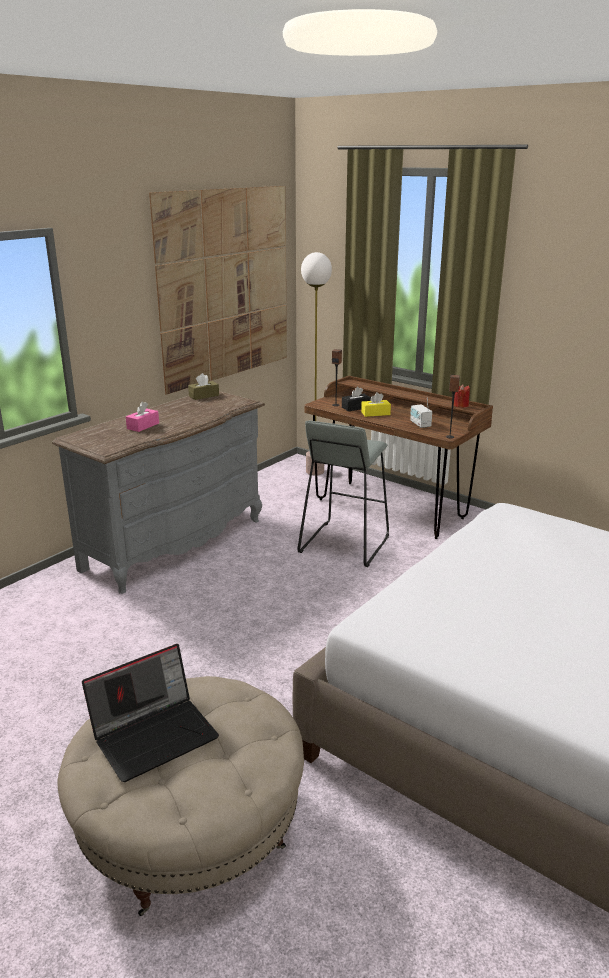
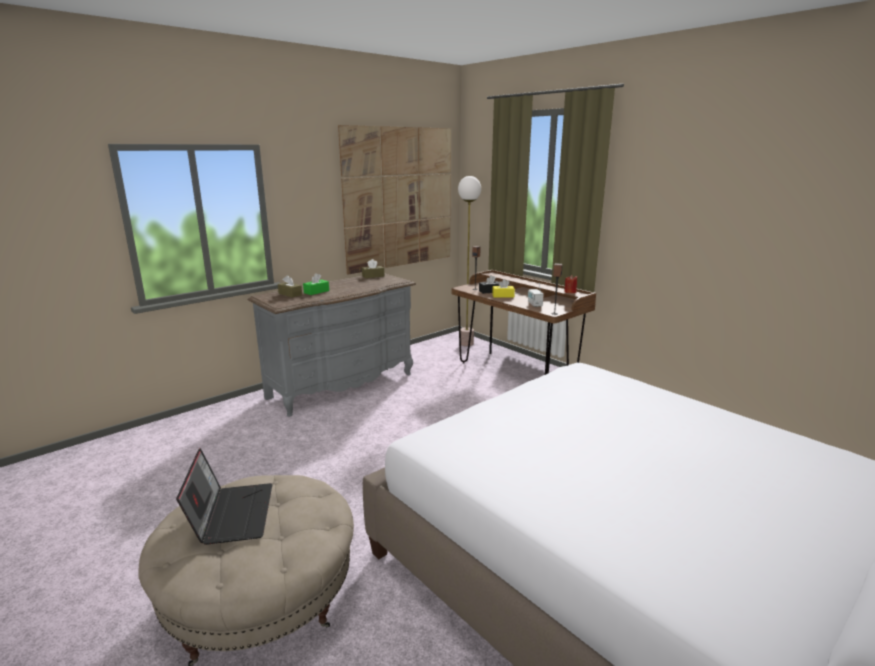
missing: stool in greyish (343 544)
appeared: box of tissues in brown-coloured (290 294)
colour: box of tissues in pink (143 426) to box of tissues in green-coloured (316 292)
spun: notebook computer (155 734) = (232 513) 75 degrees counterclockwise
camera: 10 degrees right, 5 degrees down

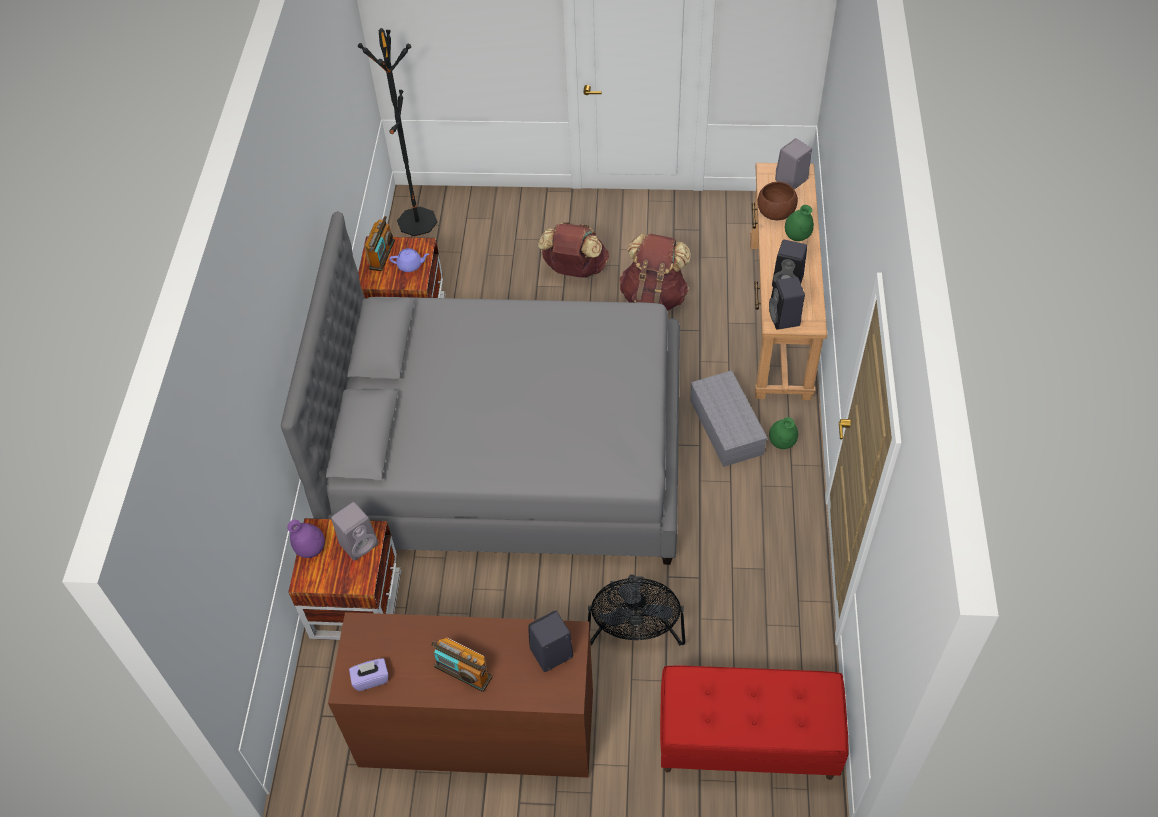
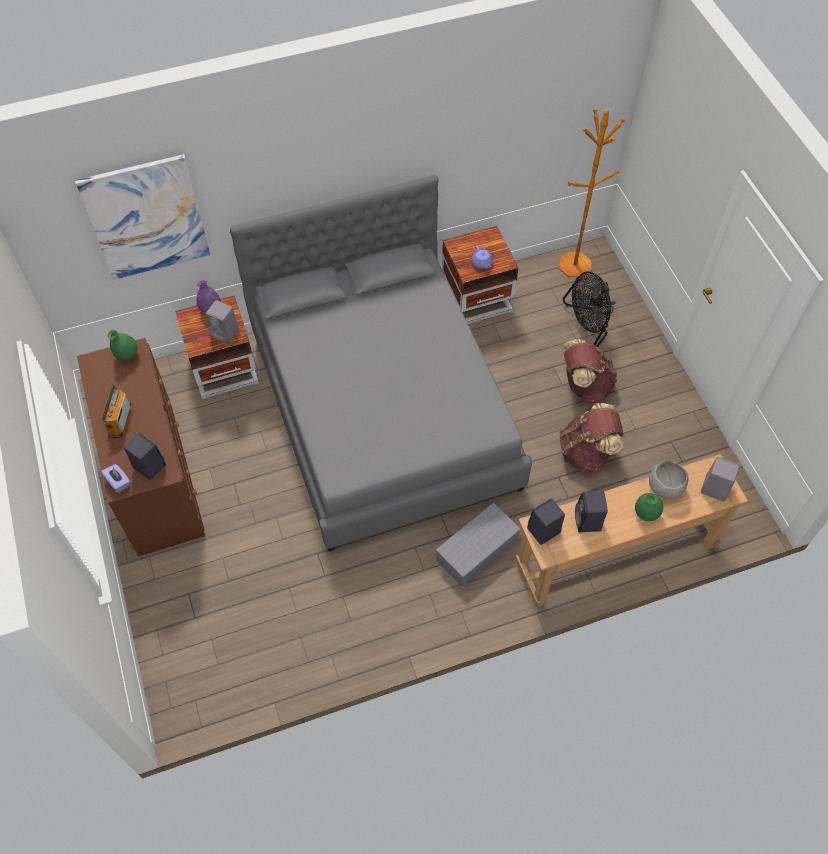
missing: radio set (382 255); bench in red-coloured (747 741)
appeared: wall art (146 218)
relocated: box of tissues in purple-coloured (371 679) to (118 482); electric fan in blackish (632 627) to (590 322); vase in green-coloured (782 443) to (127 355)
colour: clothes rack in blackish (417 221) to clothes rack in orange-coloured (575 264); deep dish in brown-coloured (776 213) to deep dish in greyish (665 488)
camera: 65 degrees right, 5 degrees up

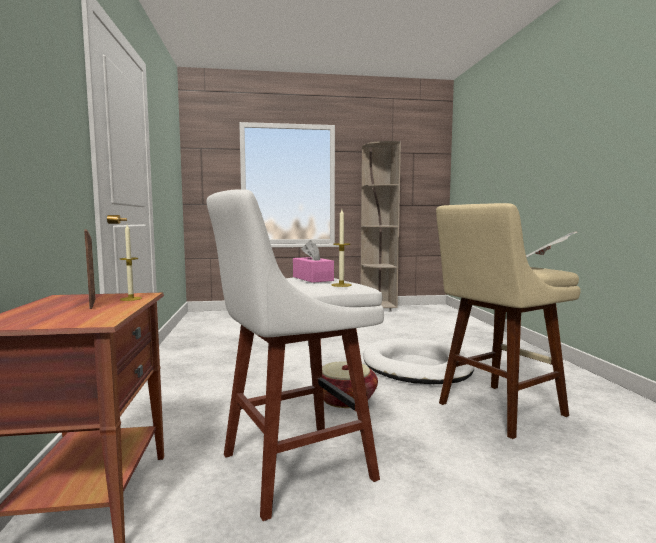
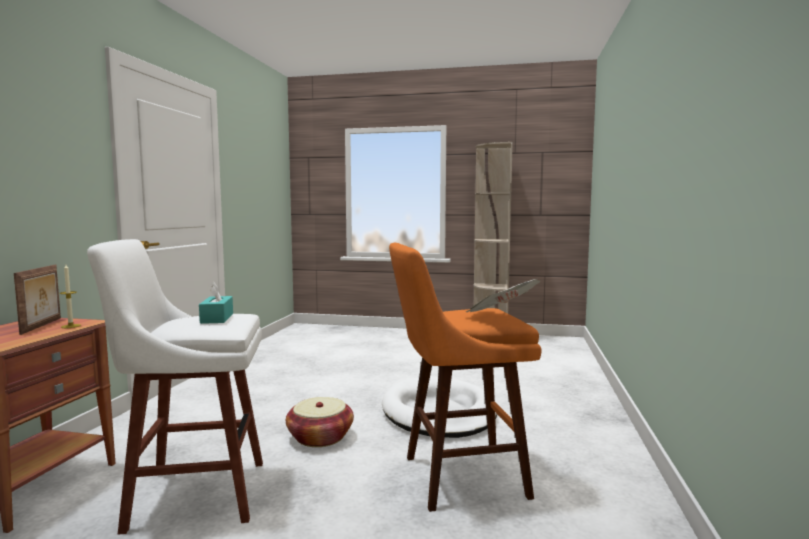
missing: wax light (341 285)
colour: box of tissues in pink (312 279) to box of tissues in blue-green (217 318); stool in beige (496 411) to stool in orange-coloured (456 477)
camera: 20 degrees right, 0 degrees up

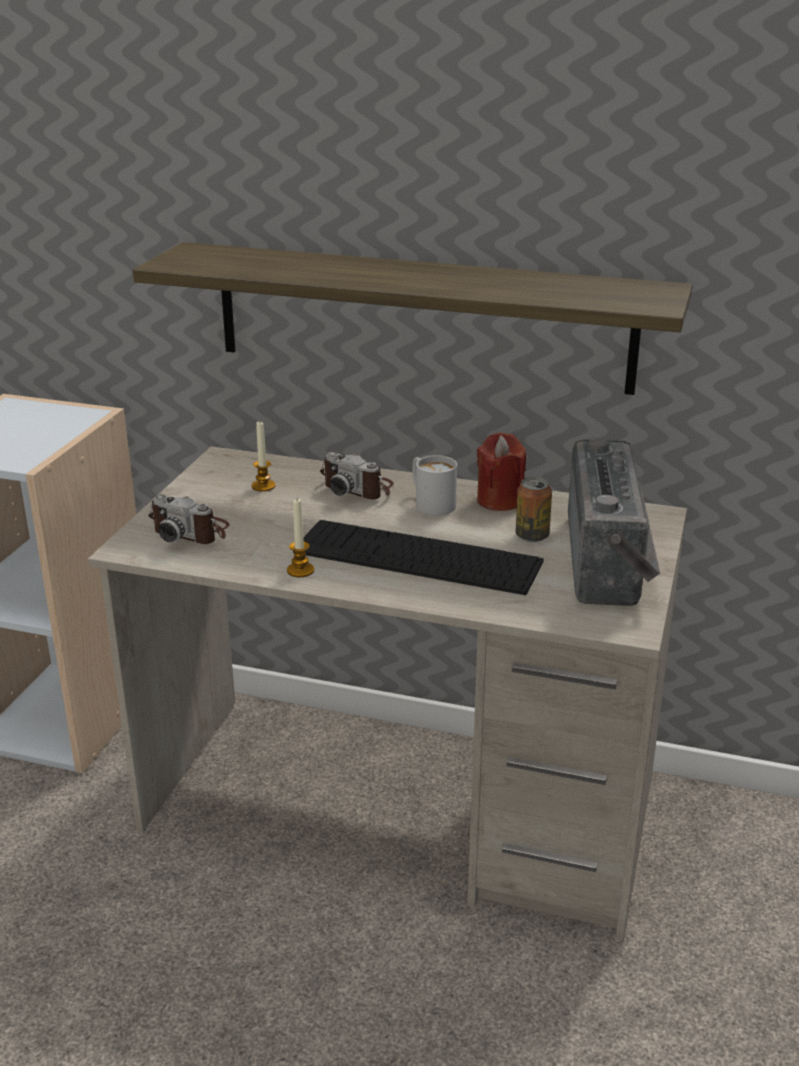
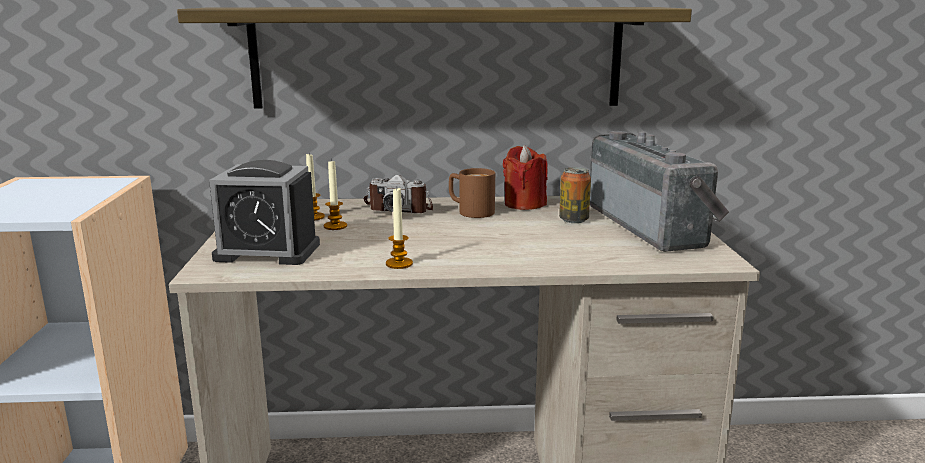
missing: PC keyboard (417 557)
appeared: wax light (335 226)
exchanged: still camera (191 531) to table clock (267 252)
colour: mug in white-coloured (430 503) to mug in brown-coloured (470 211)
camera: 20 degrees left, 10 degrees down

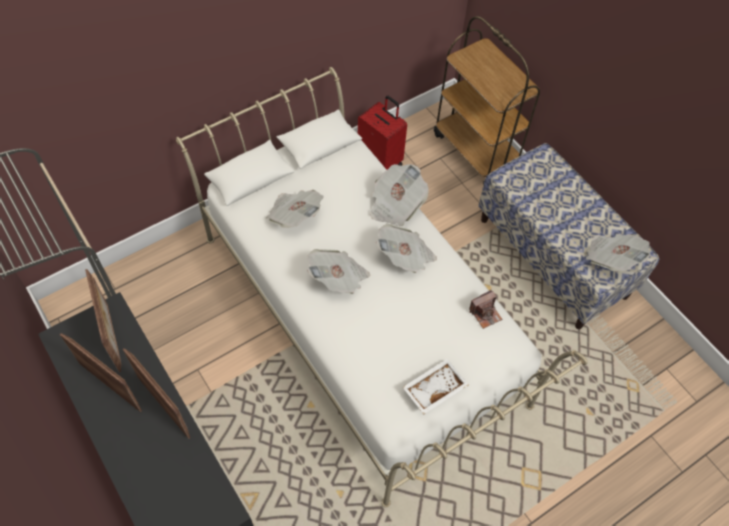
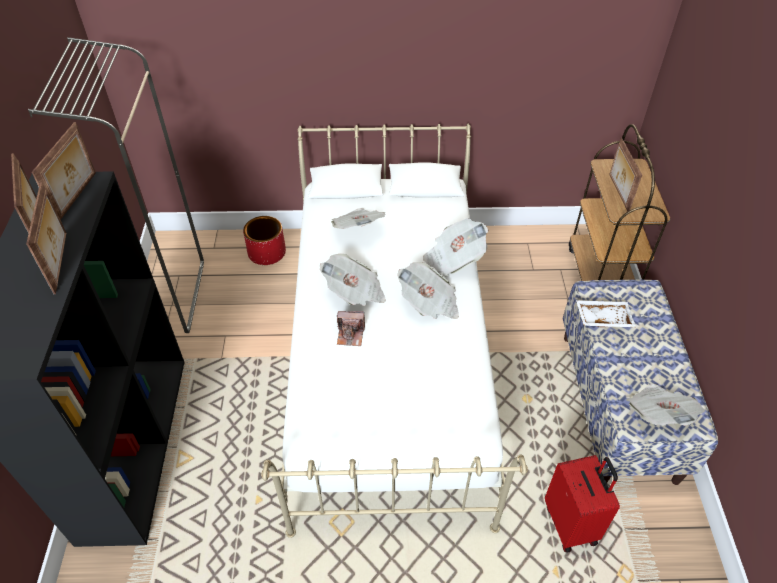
appeared: plant pot in red-coloured (267 252); photo frame (617 193)
relocated: suitcase in red-coloured (381 161) to (571 523); carrying tray in white-coloured (434 388) to (603 318); still camera (485 313) to (350 334)
camera: 35 degrees right, 10 degrees down

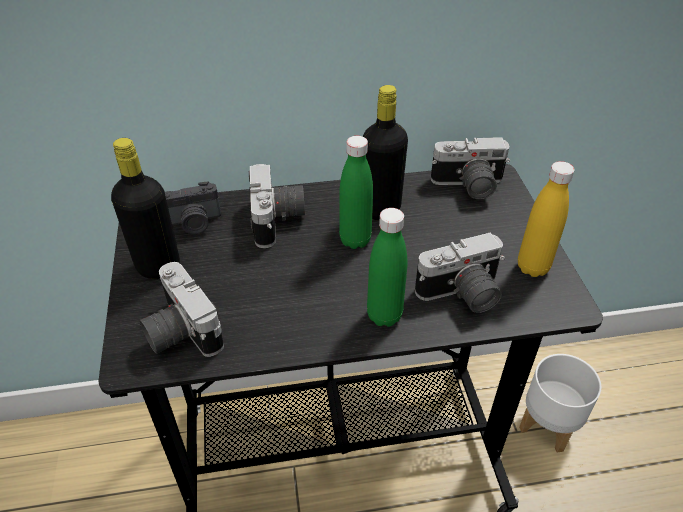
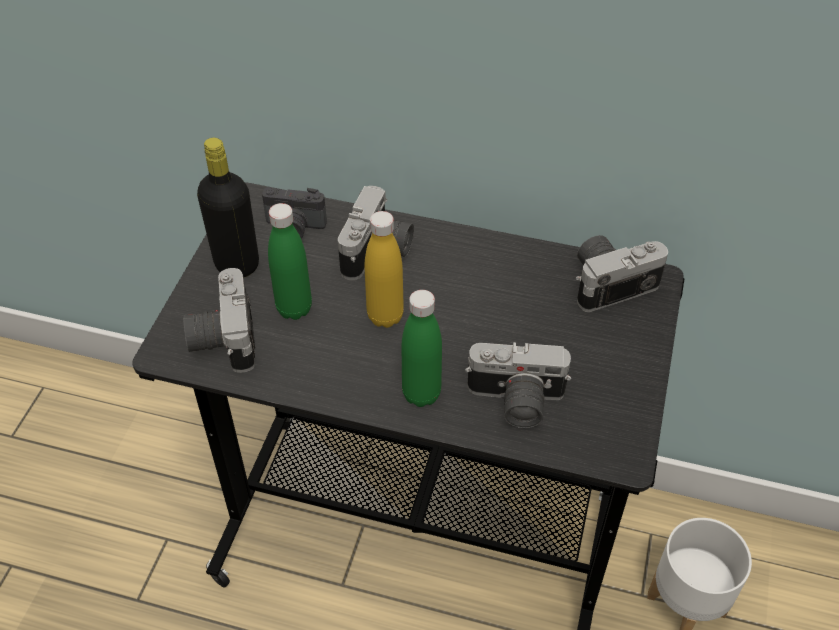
missing: drink bottle in blackish (380 209)
relocated: drink bottle in green-coloured (355 240) to (294 308); drink bottle in yellowish (532 267) to (385 316)
spun: still camera (468 186) = (610 281) 135 degrees clockwise
camera: 25 degrees right, 5 degrees up

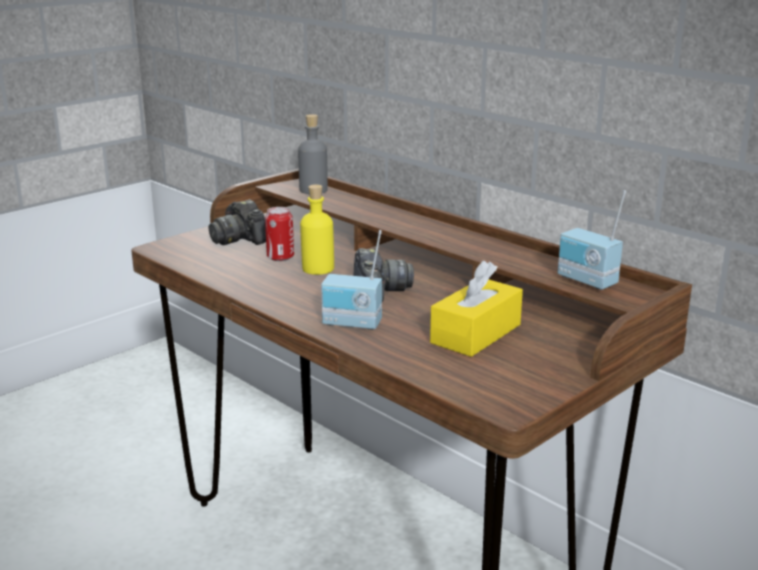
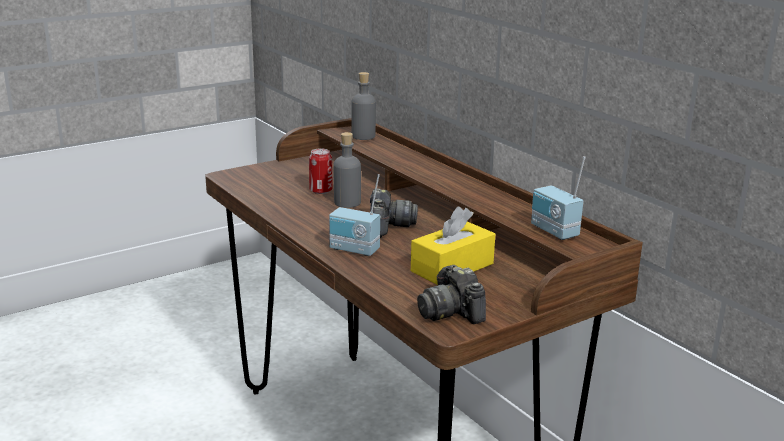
relocated: still camera (239 239) to (451 312)
colour: drink bottle in yellowish (318 268) to drink bottle in greyish (347 202)
camera: 10 degrees right, 0 degrees up

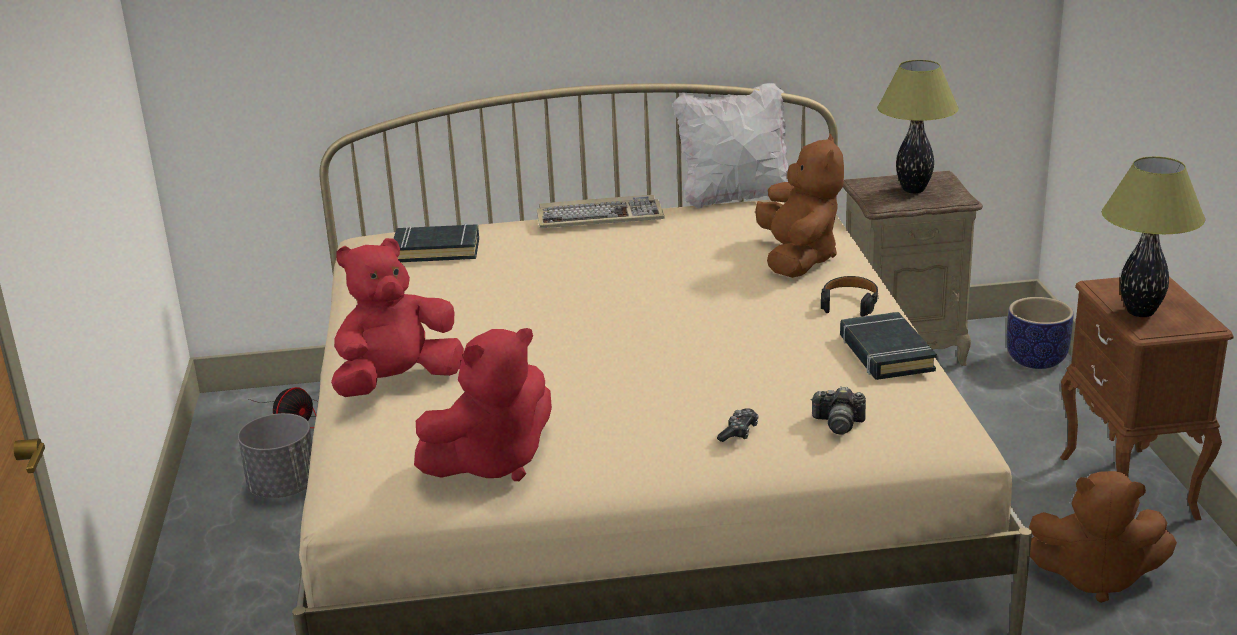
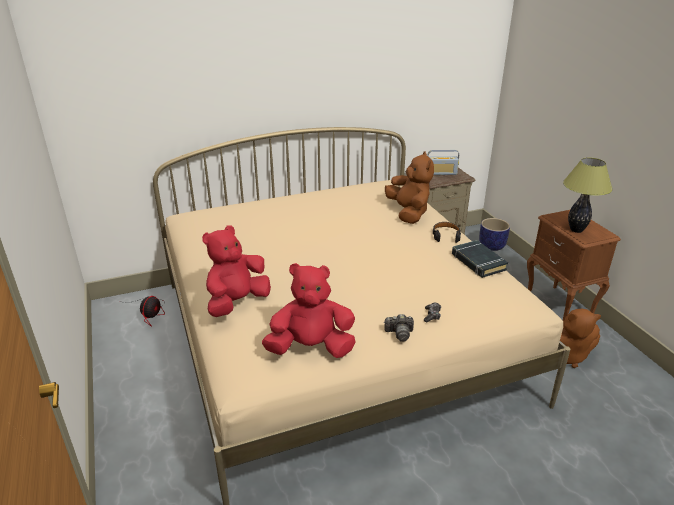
missing: plant pot in greyish (283 487); bound book in blackish (436 250); PC keyboard (600 217); cushion in white-coloured (735 197)
relocated: still camera (838 423) to (399 333)
exchanged: tabletop lamp (914 190) to radio set (441 173)
spun: cuddly toy in red-coloured (492 462) = (311 348) 135 degrees counterclockwise
camera: 15 degrees left, 5 degrees up

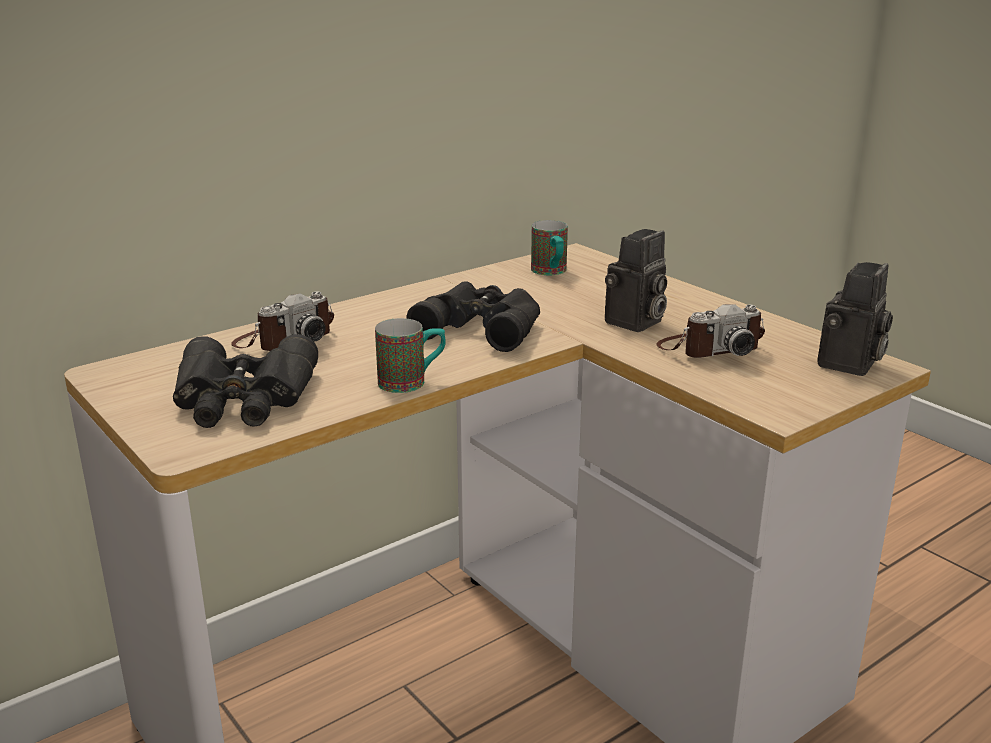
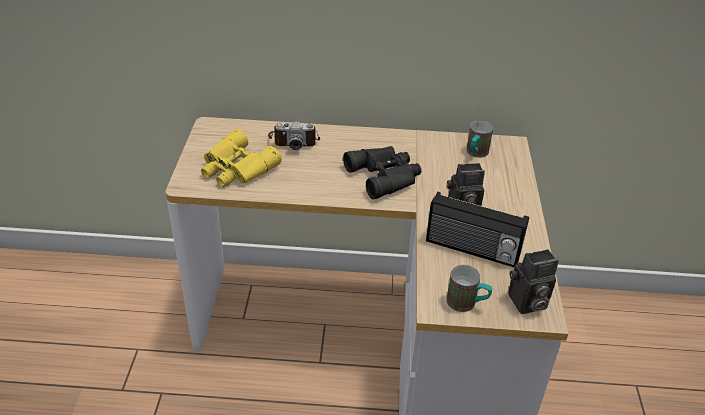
relocated: mug (412 382) to (467 304)
exchanged: still camera (710 348) to radio set (472 250)
colour: binoculars in blackish (244 399) to binoculars in yellowish (236 169)
camera: 40 degrees right, 15 degrees up

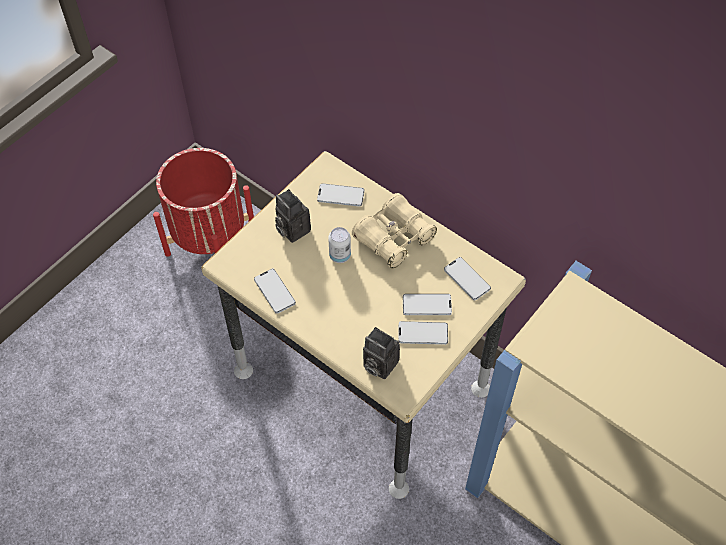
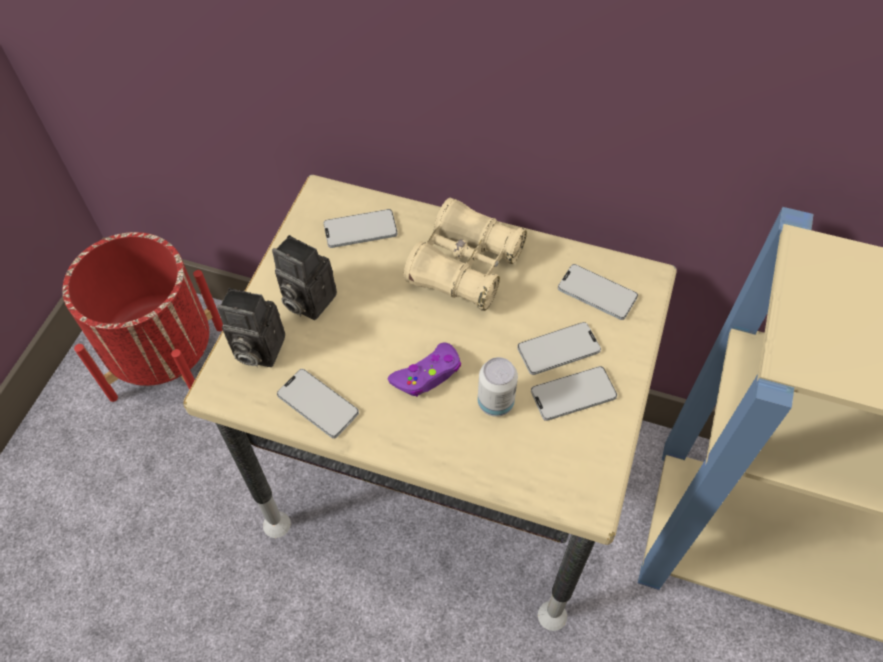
appeared: gamepad in purple-coloured (427 375)
relocated: metal can (340 255) to (495 402); still camera (378 364) to (256 349)
camera: 20 degrees left, 0 degrees up

